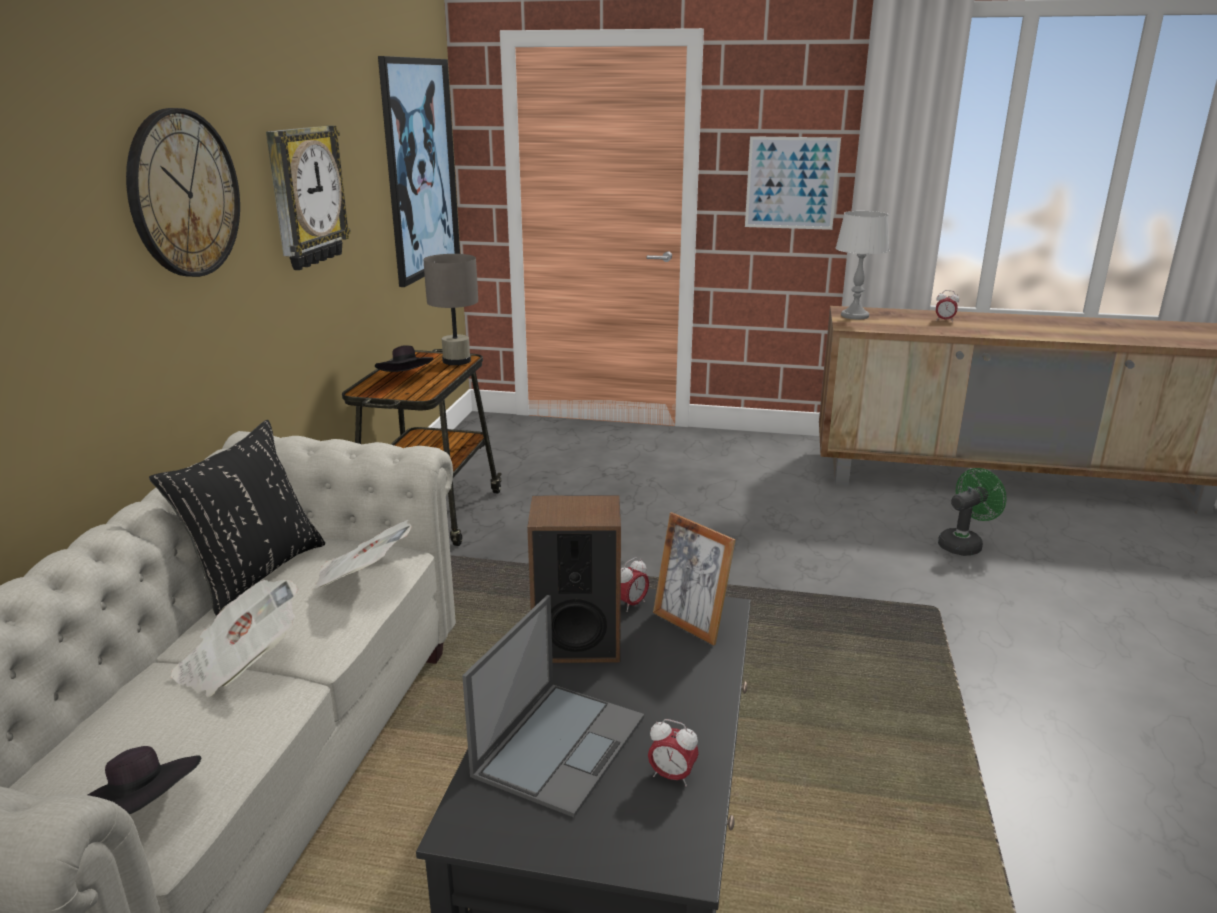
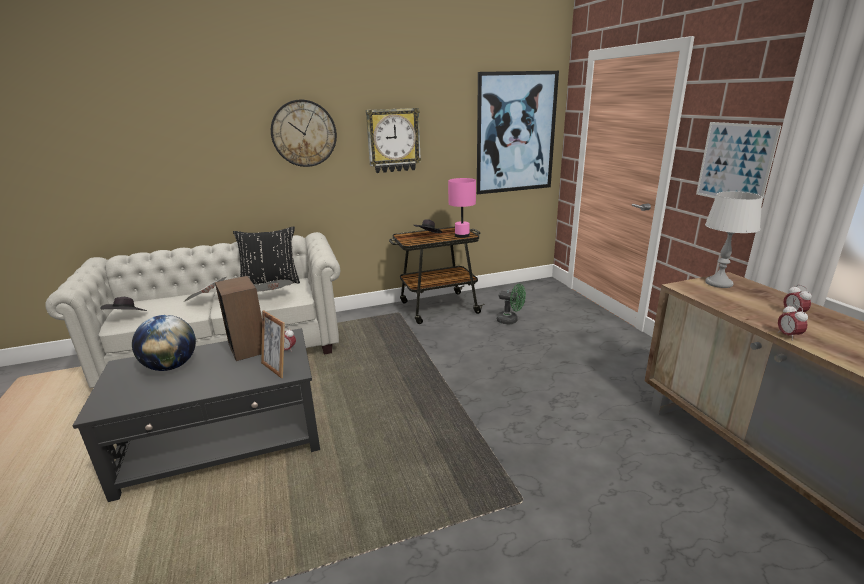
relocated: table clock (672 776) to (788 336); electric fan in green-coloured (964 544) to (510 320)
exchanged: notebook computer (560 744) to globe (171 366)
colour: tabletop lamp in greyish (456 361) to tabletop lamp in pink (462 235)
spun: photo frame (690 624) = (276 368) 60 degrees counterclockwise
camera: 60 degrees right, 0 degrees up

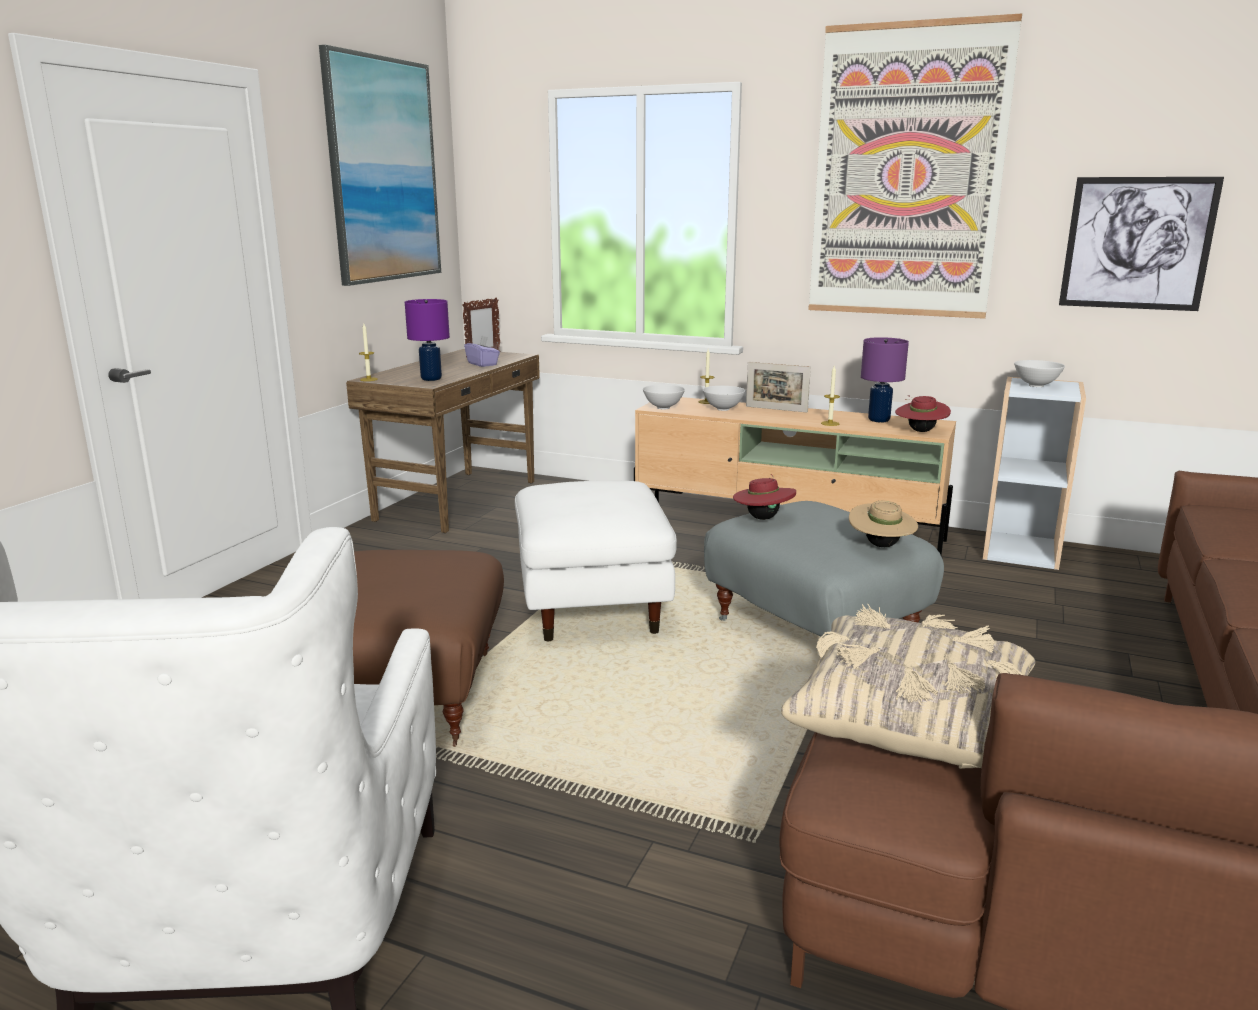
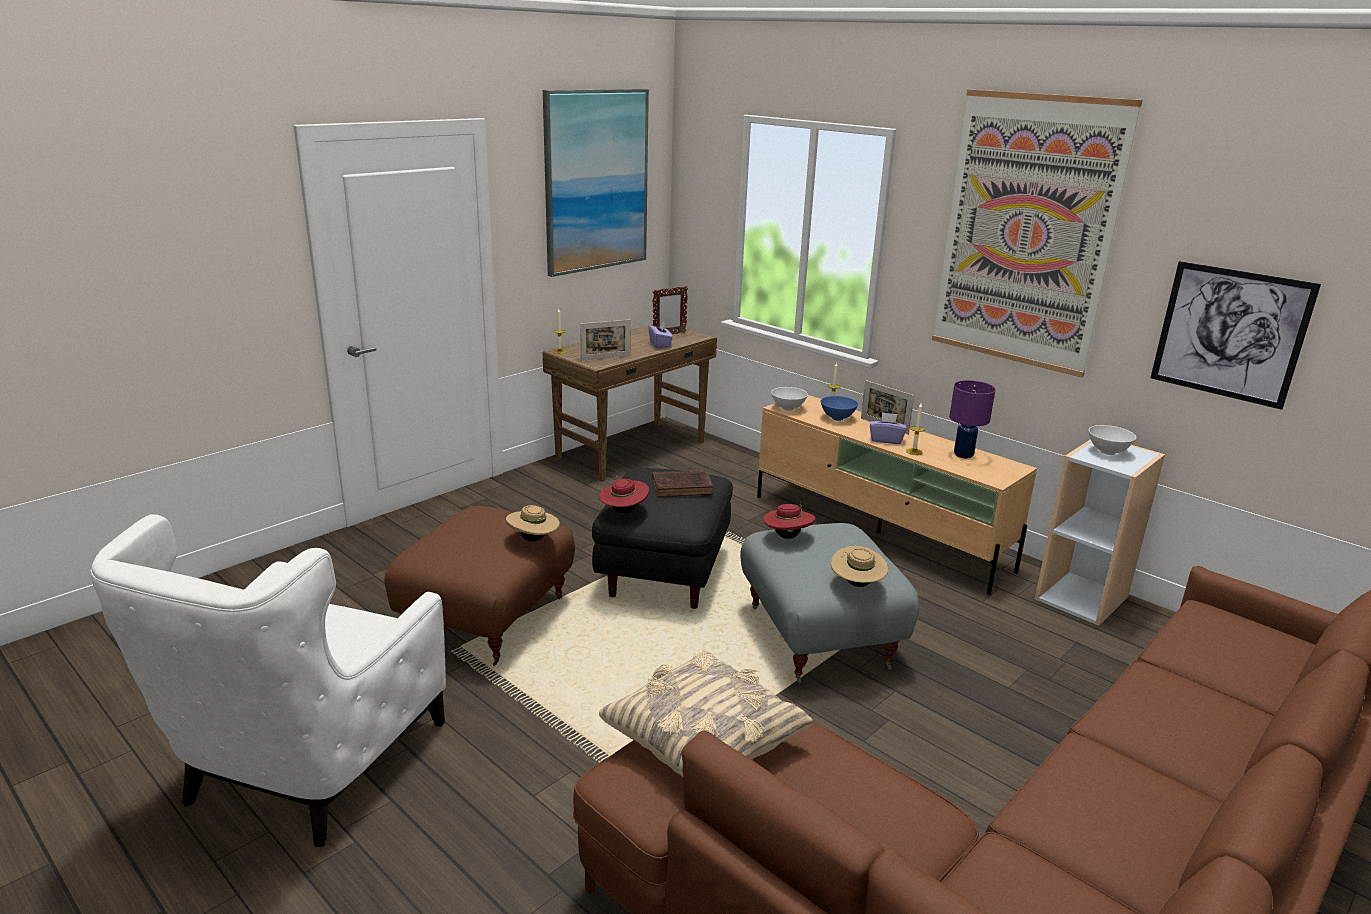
appeared: hat in beige (533 540); bound book in brown-coloured (684 487); box of tissues in purple-coloured (886 440)
relocated: hat in red-coloured (920 431) to (623 511)
exchanged: tabletop lamp in purple-coloured (431 379) to photo frame (605 358)
colour: footrest in white-coloured (593 608) to footrest in blackish (664 575); deep dish in white-coloured (723 409) to deep dish in bluish (837 418)
camera: 20 degrees right, 5 degrees up

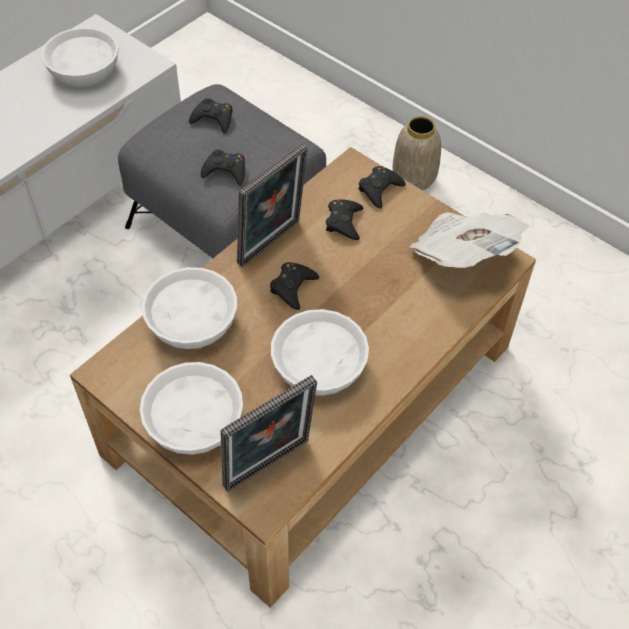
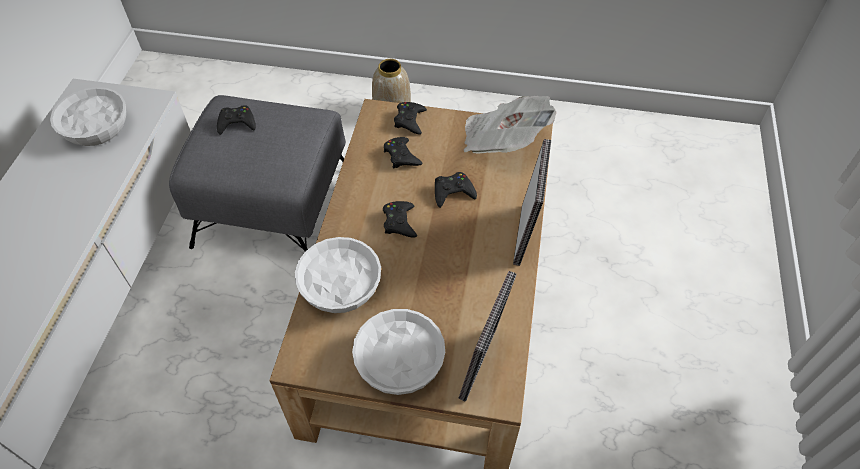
missing: deep dish in white-coloured (318 366)
relocated: gamepad in blackish (225 171) to (453 192); photo frame (272 245) to (525 235)
camera: 30 degrees left, 0 degrees up

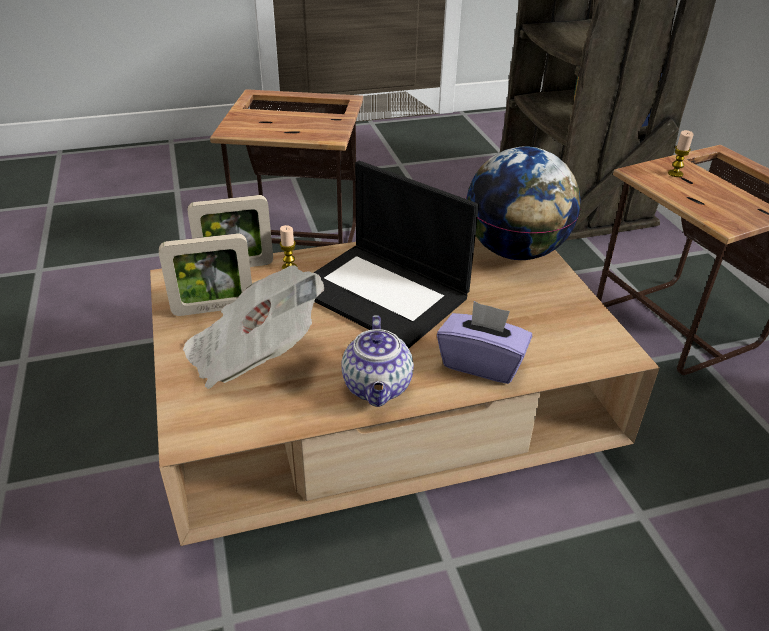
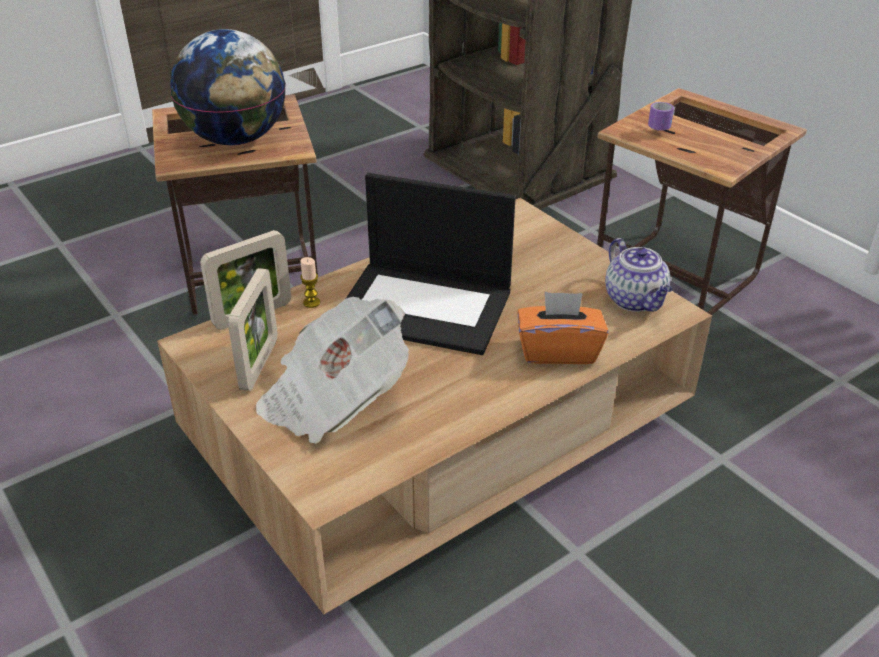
relocated: tea pot (378 388) to (636 301); globe (515 251) to (235 140)
exchanged: wax light (675 173) to mug (655 126)
colour: box of tissues in purple-coloured (481 363) to box of tissues in orange-coloured (558 351)
spun: photo frame (213 309) = (259 364) 45 degrees counterclockwise
camera: 20 degrees left, 0 degrees up

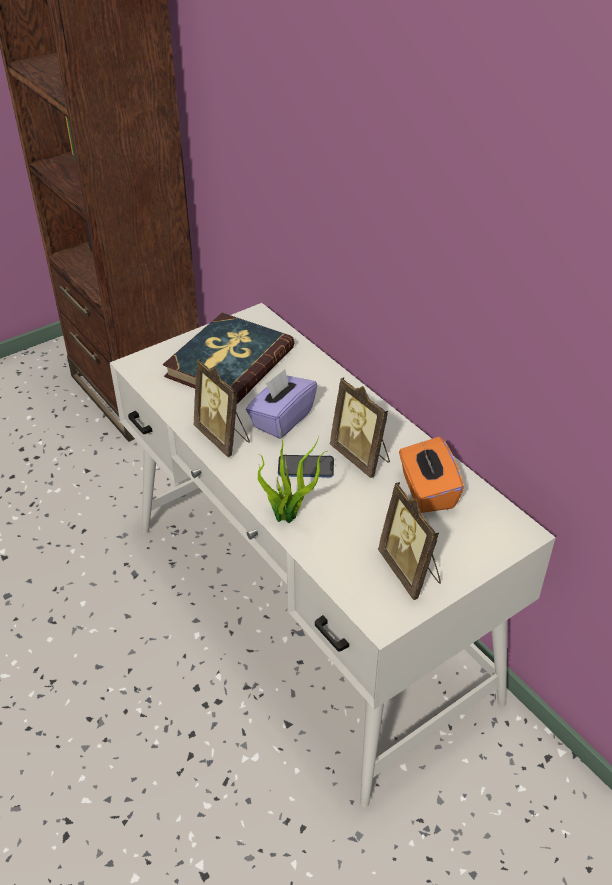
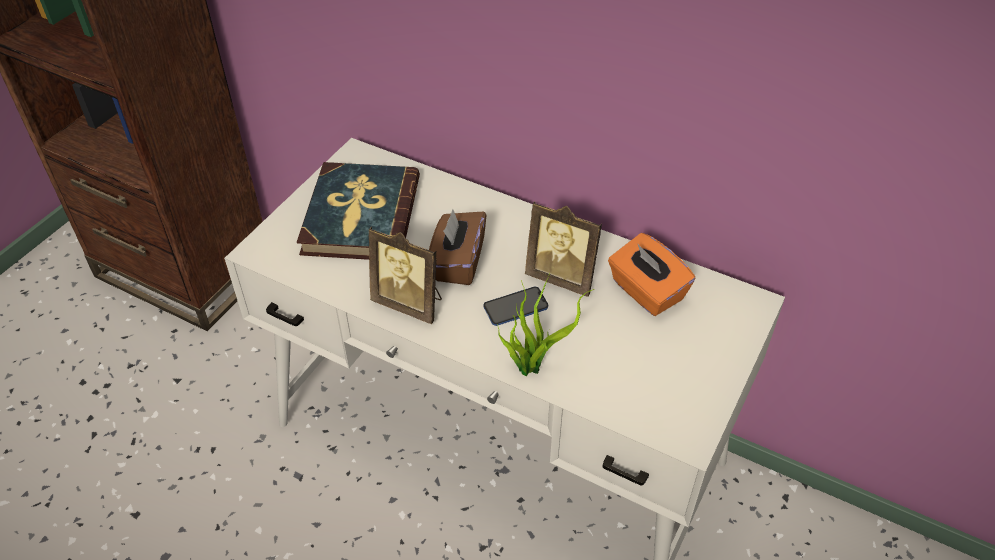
missing: photo frame (410 571)
colour: box of tissues in purple-coloured (281 419) to box of tissues in brown-coloured (457 263)
camera: 25 degrees left, 5 degrees up

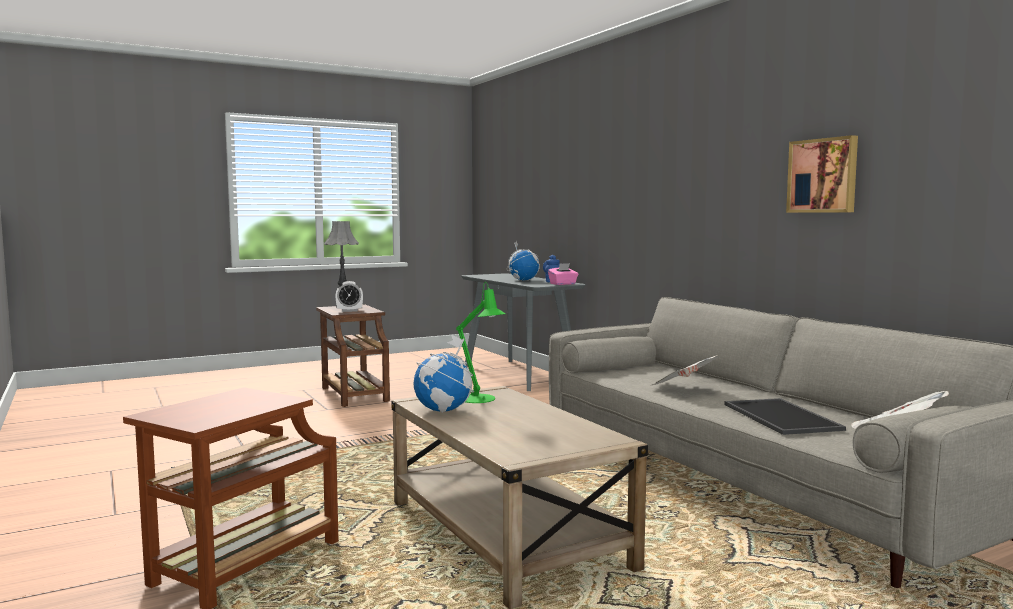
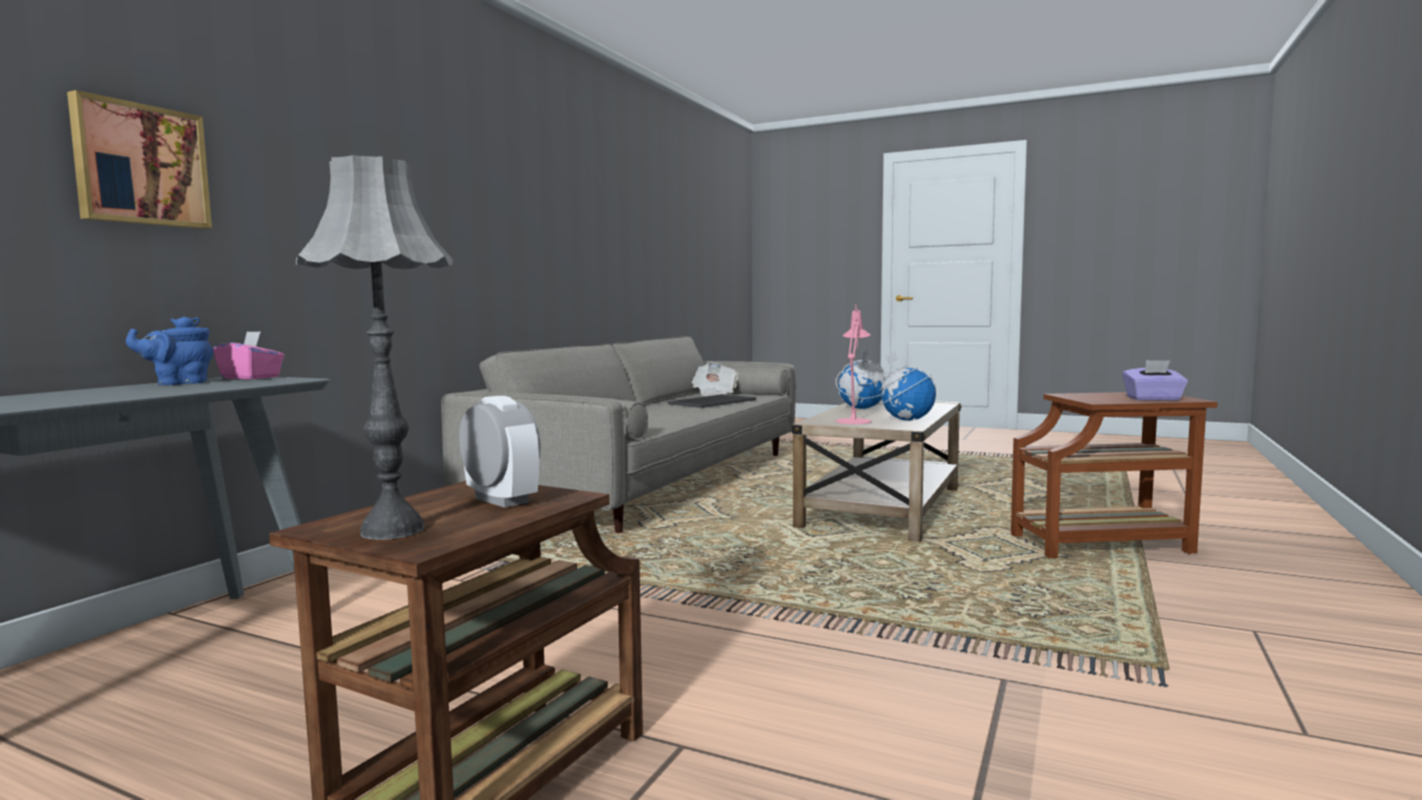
missing: newspaper (683 389)
appeared: box of tissues in purple-coloured (1153 399)
relocated: globe (523 280) to (861 409); wall art (823 176) to (140 165)
colour: tabletop lamp in green-coloured (480 399) to tabletop lamp in pink (854 420)
camera: 125 degrees left, 0 degrees up

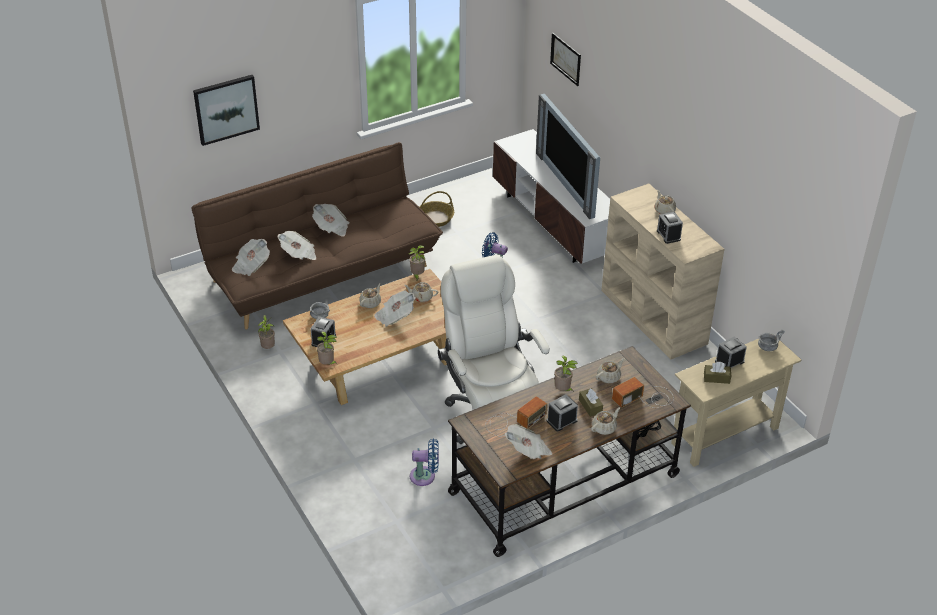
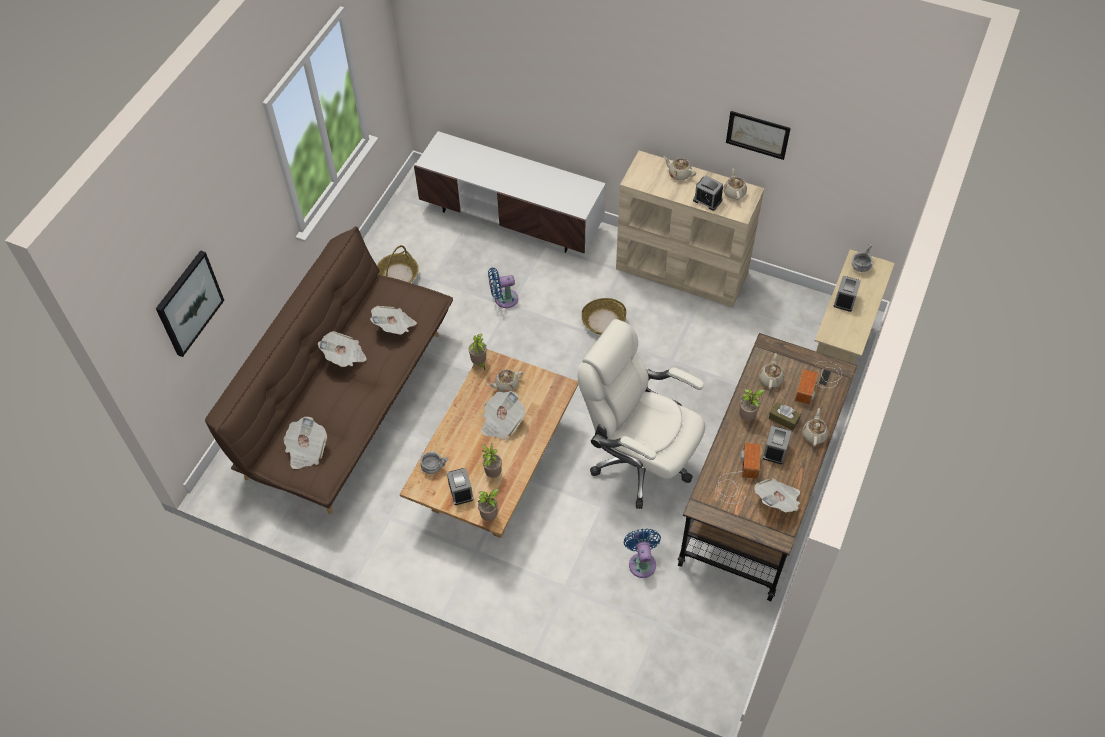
missing: television (568 183); box of tissues in brown-coloured (716 378)
appeared: storage basket (603 321)
relocated: houseplant (268 348) to (492 473); newspaper (298 254) to (394 326); tea pot in beige (370 303) to (734 192); wall art (565 59) to (757 134)
spun: electric fan in bluish (425 476) = (642 562) 60 degrees counterclockwise
camera: 35 degrees left, 15 degrees up

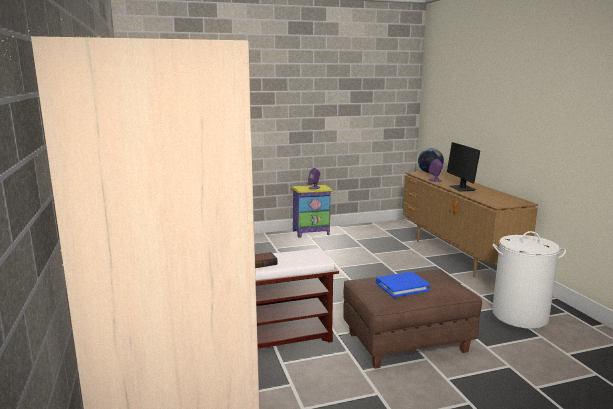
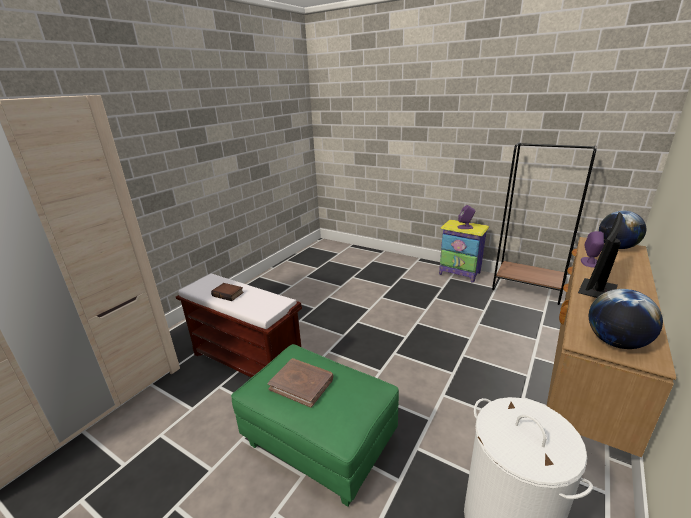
appeared: clothes rack (527 290); globe (616 342)
colour: footrest in brown-coloured (406 343) to footrest in green-coloured (319 443); bound book in bluish (402 286) to bound book in brown-coloured (301 383)
camera: 50 degrees right, 10 degrees up

